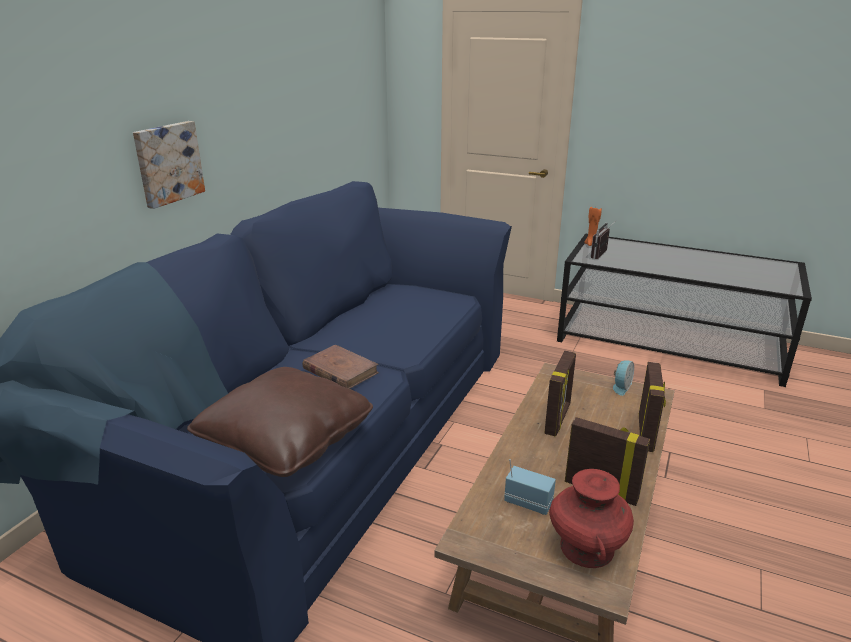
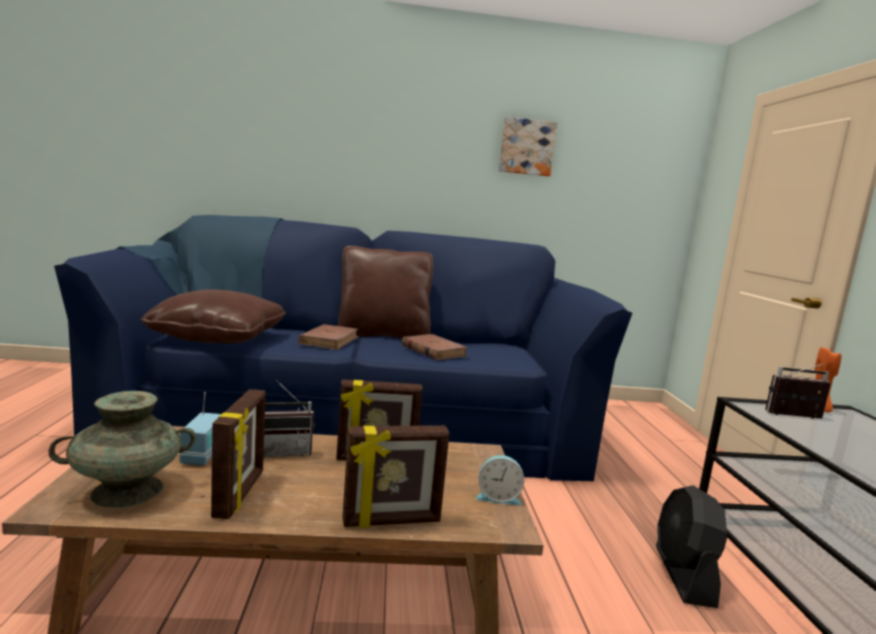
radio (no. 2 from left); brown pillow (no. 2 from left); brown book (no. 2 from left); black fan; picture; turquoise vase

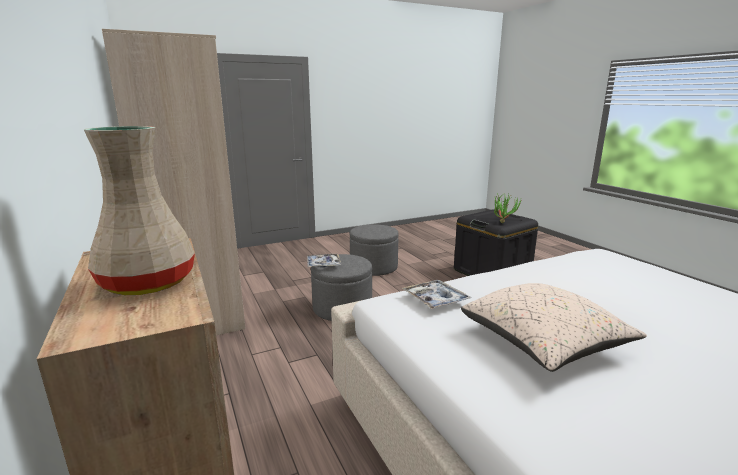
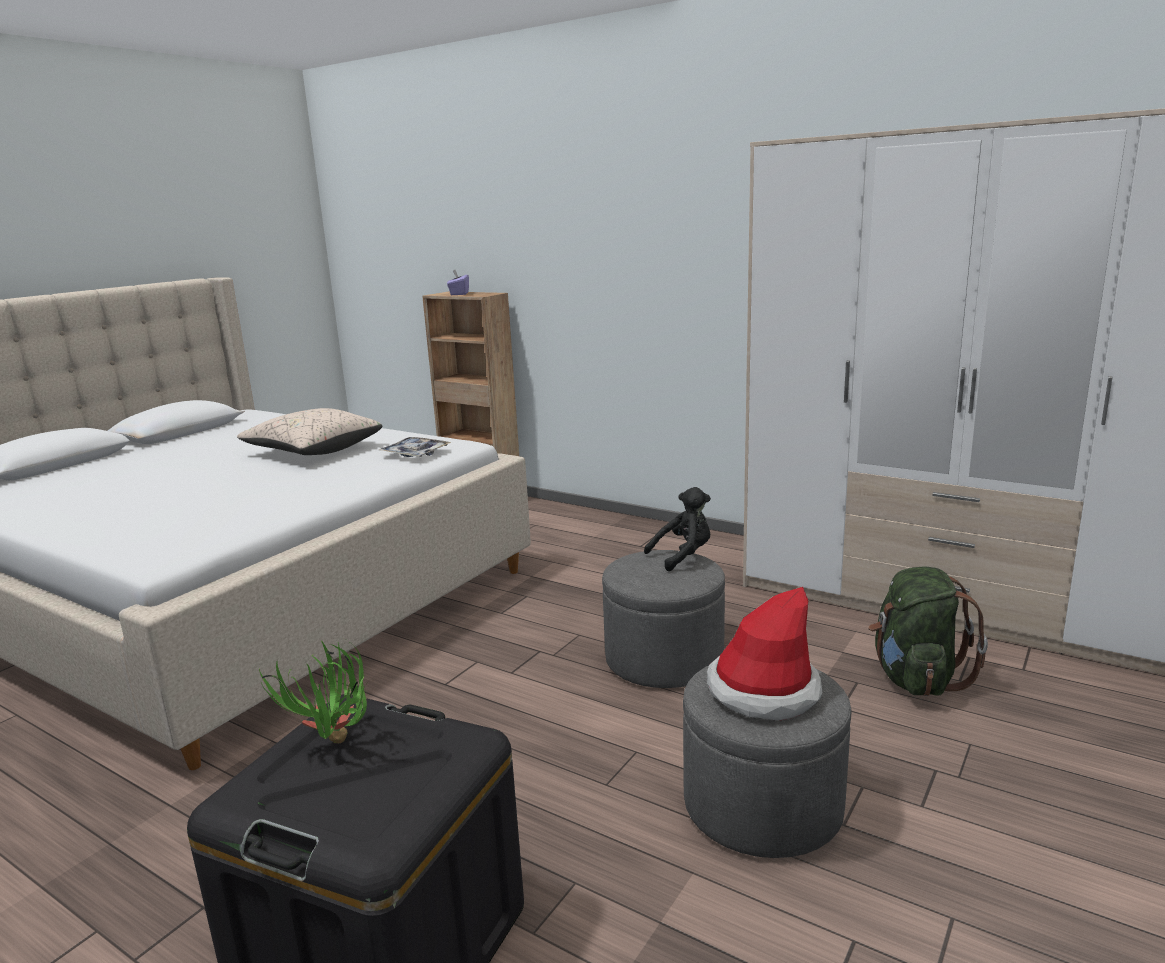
hat; green backpack; purple tissue box; black plush toy

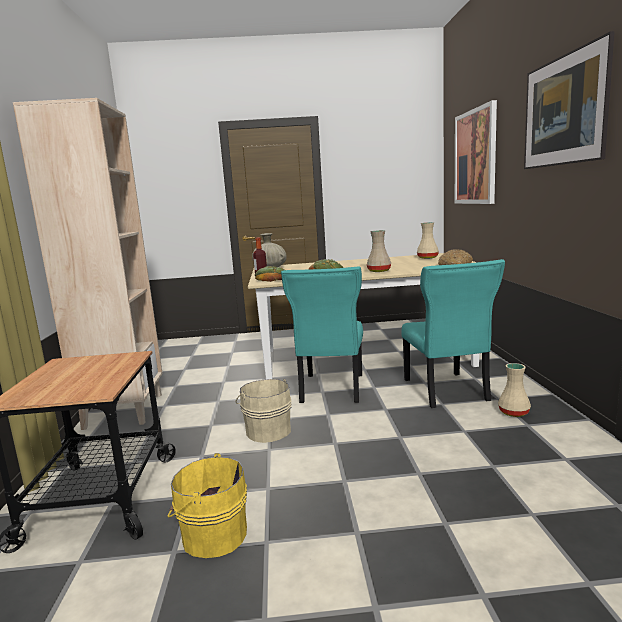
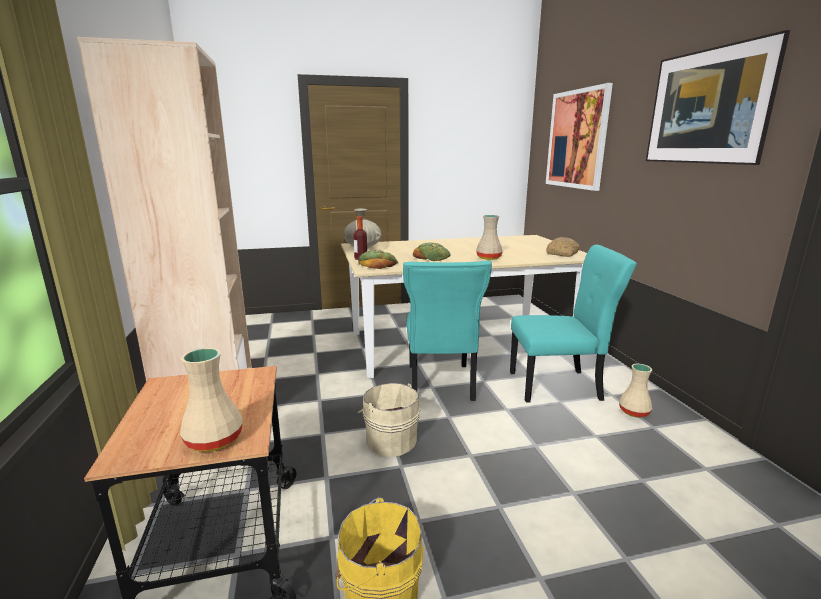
beige vase (no. 1 from left); turquoise chair (no. 2 from left)

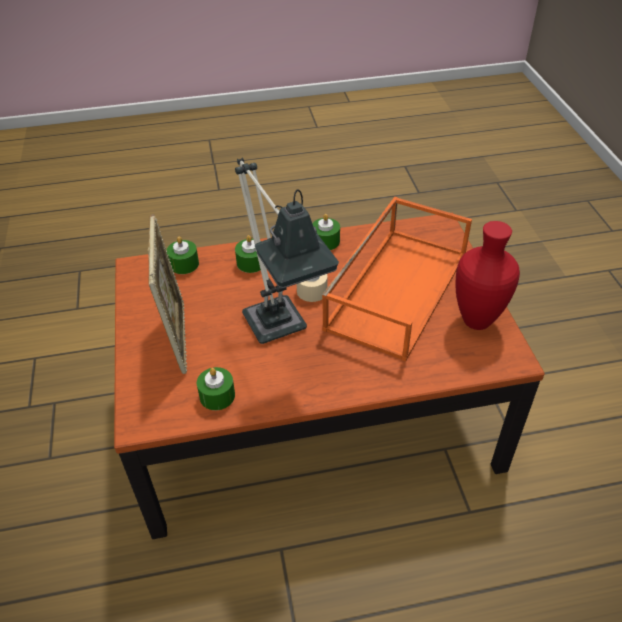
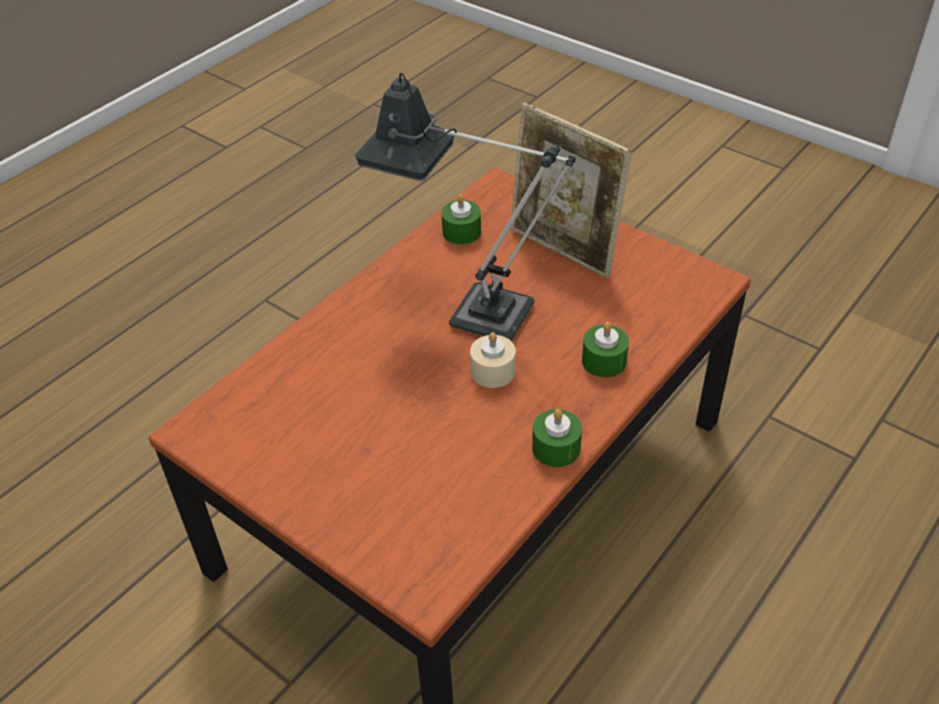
green candle (no. 1 from left in the first image); orange tray; red vase

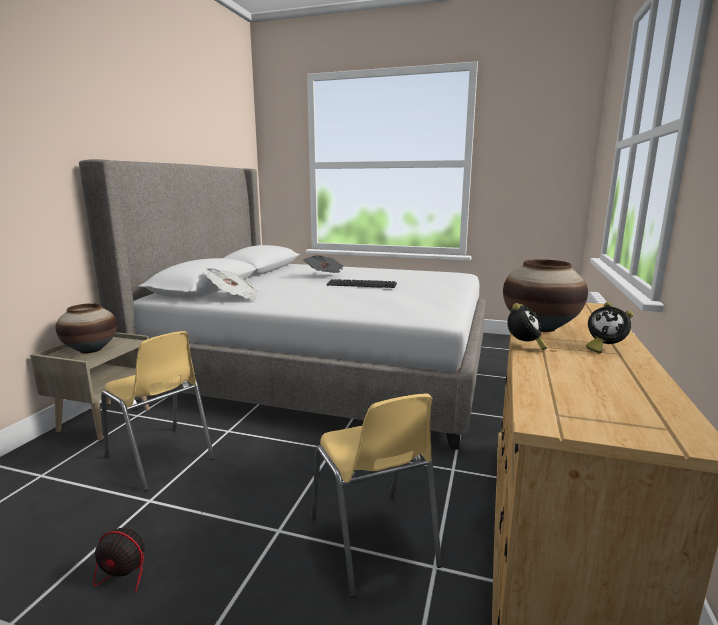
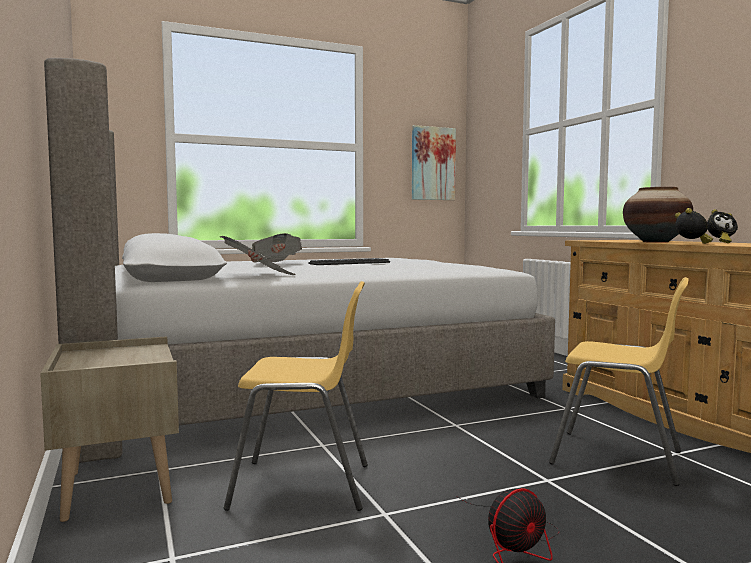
vase (no. 1 from left in the first image); picture

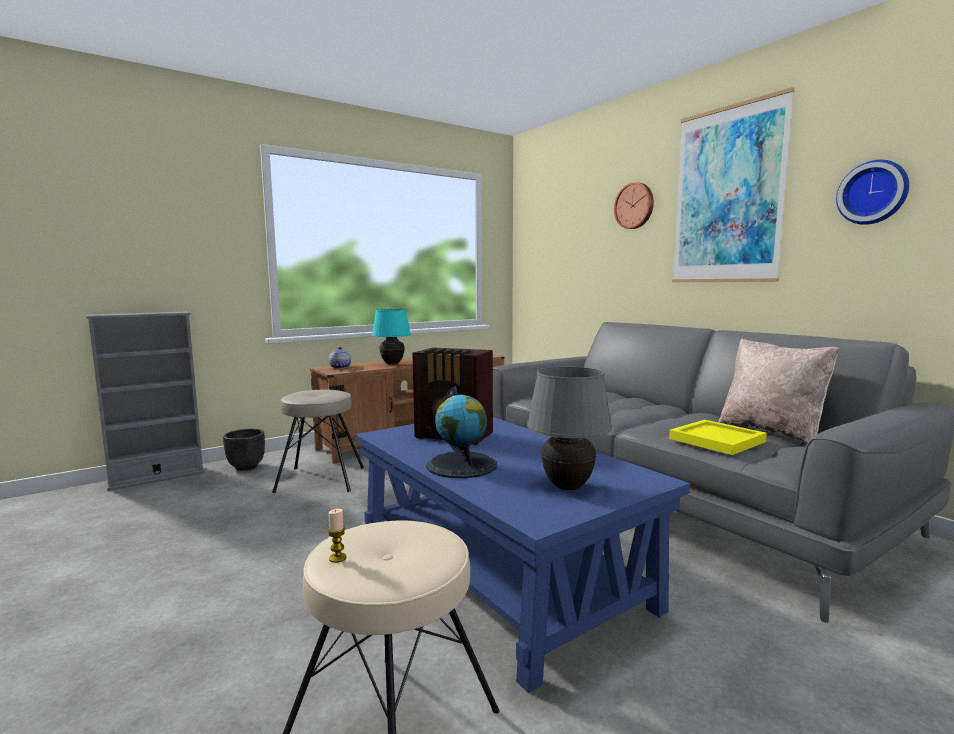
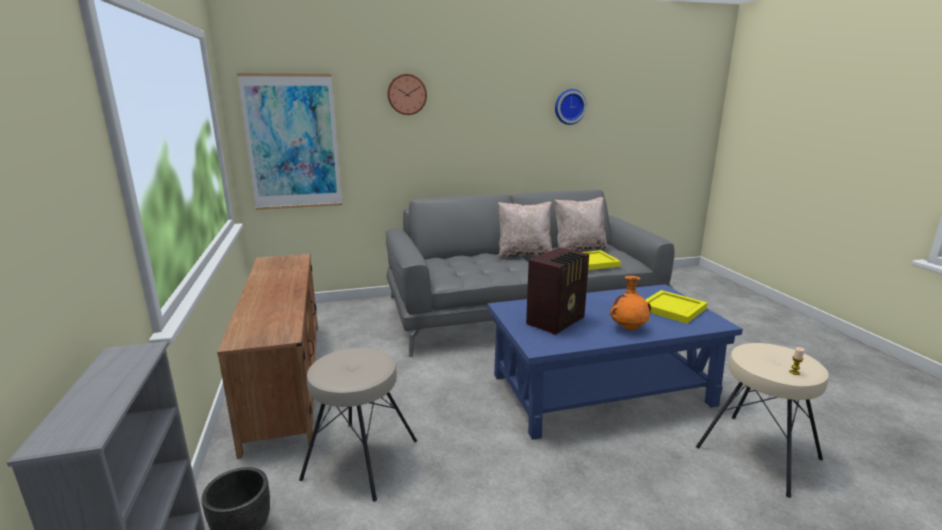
teapot; turquoise table lamp; beige pillow (no. 1 from left); picture; orange vase; yellow tray (no. 2 from left)

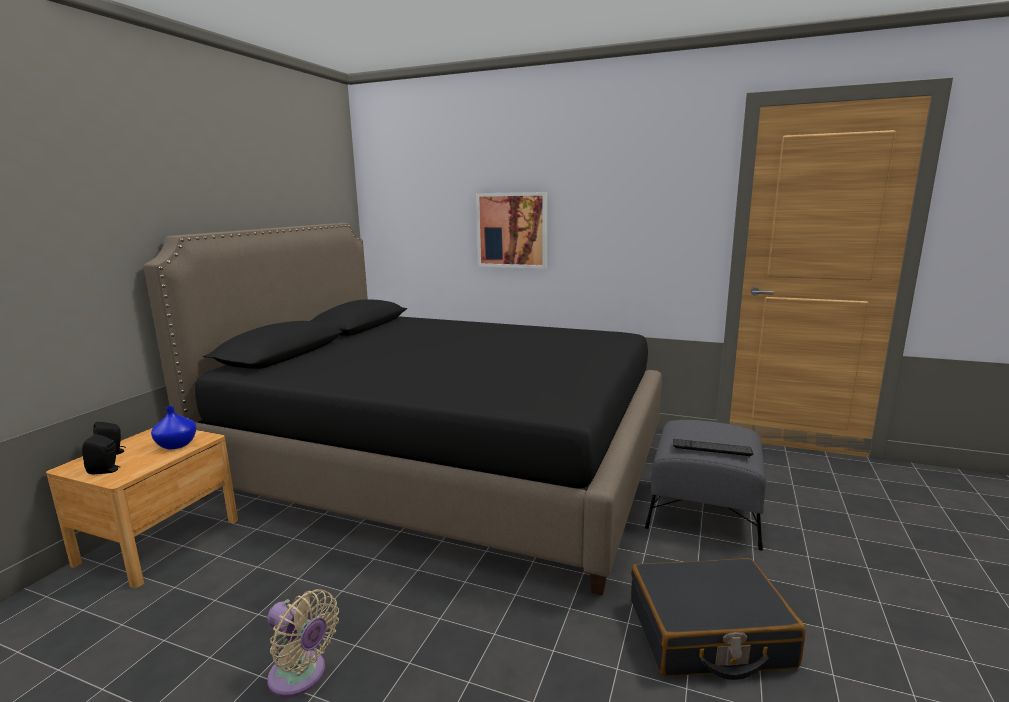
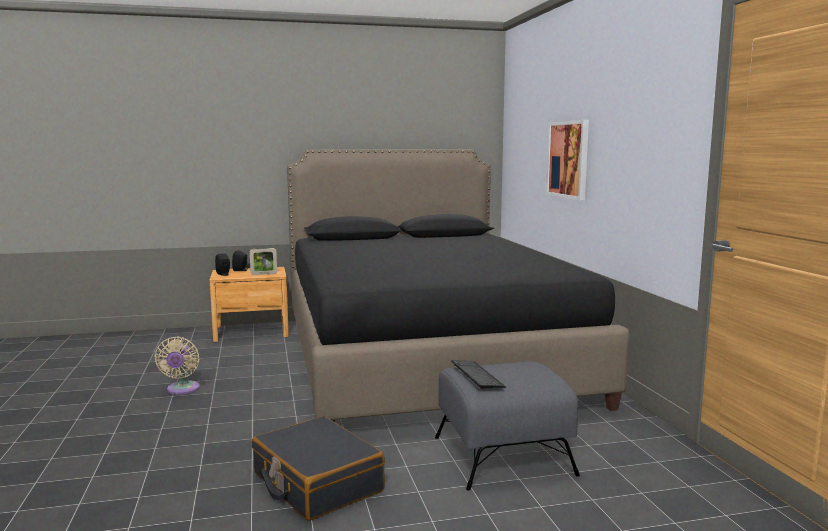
picture frame

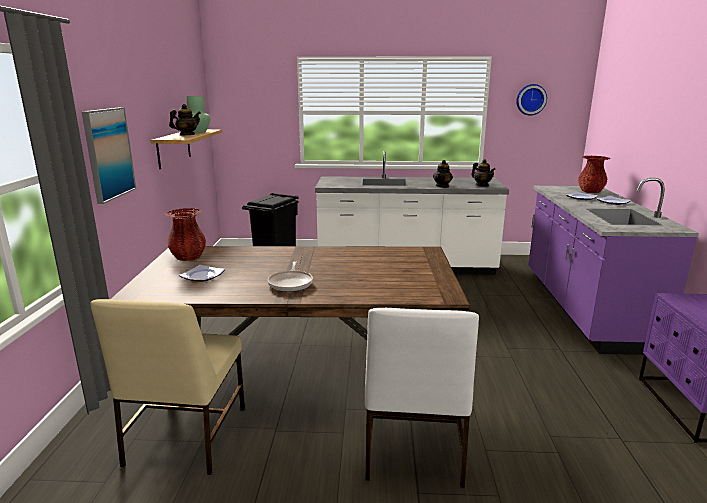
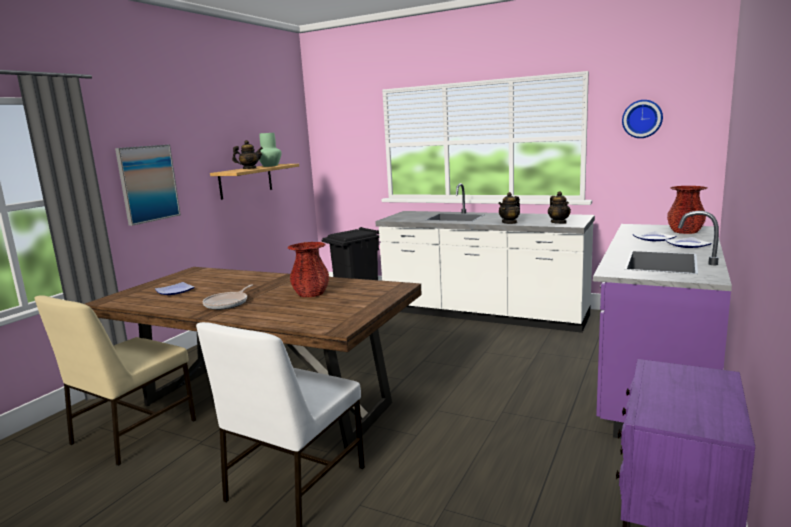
red vase (no. 1 from left)

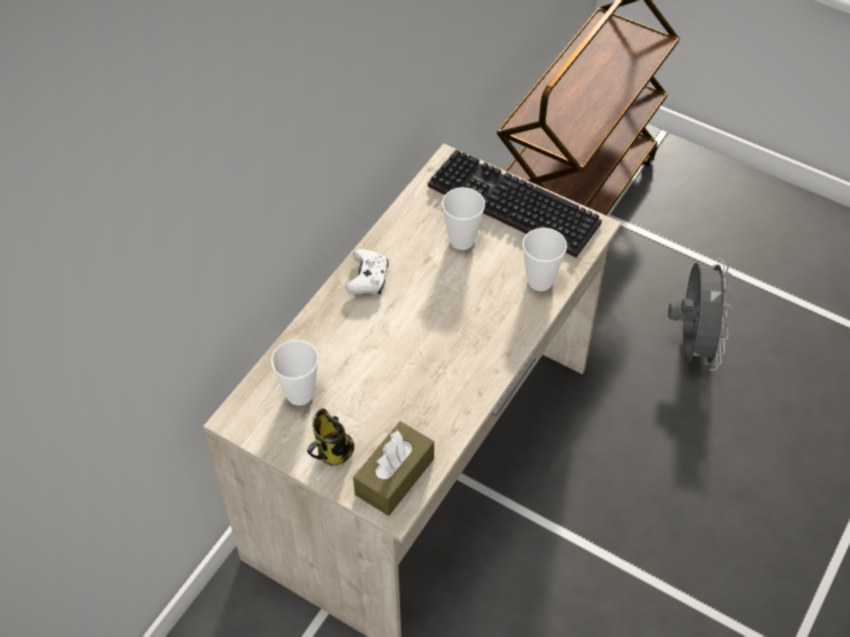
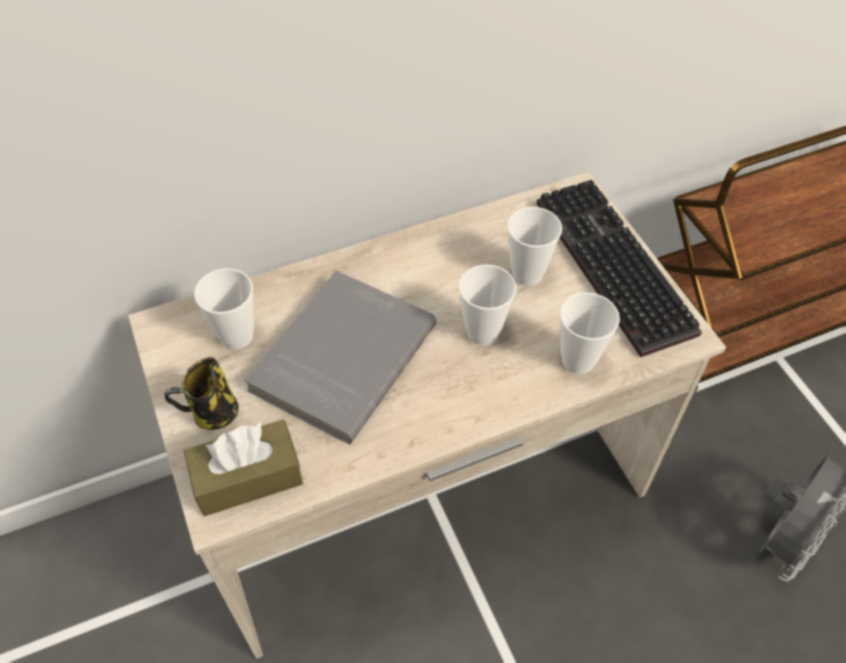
white game controller; grey book; cup (no. 2 from left)

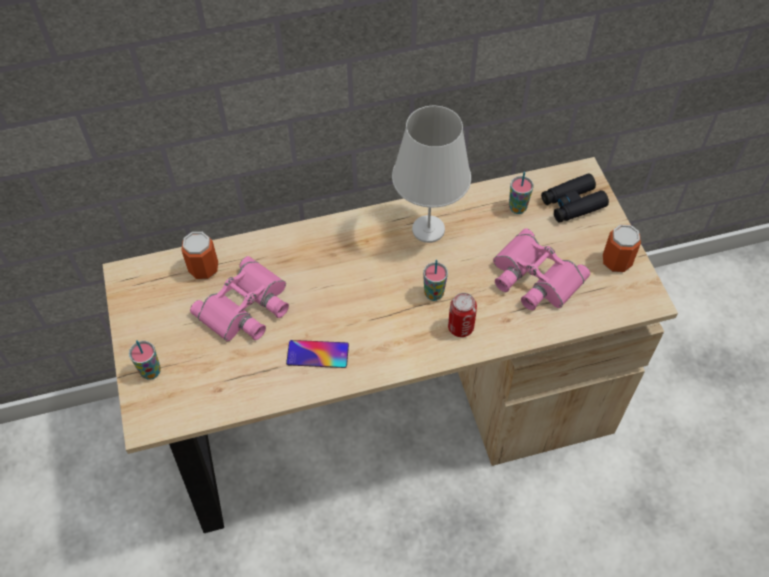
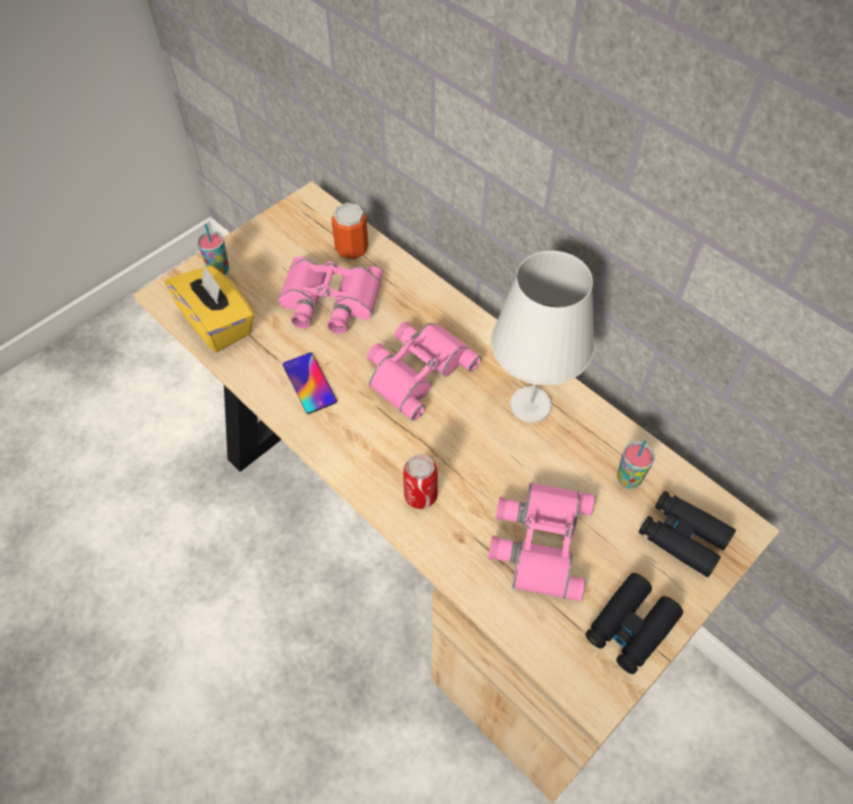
cup (no. 2 from left in the first image); yellow tissue box; pink binoculars (no. 2 from left); black binoculars (no. 1 from left)

